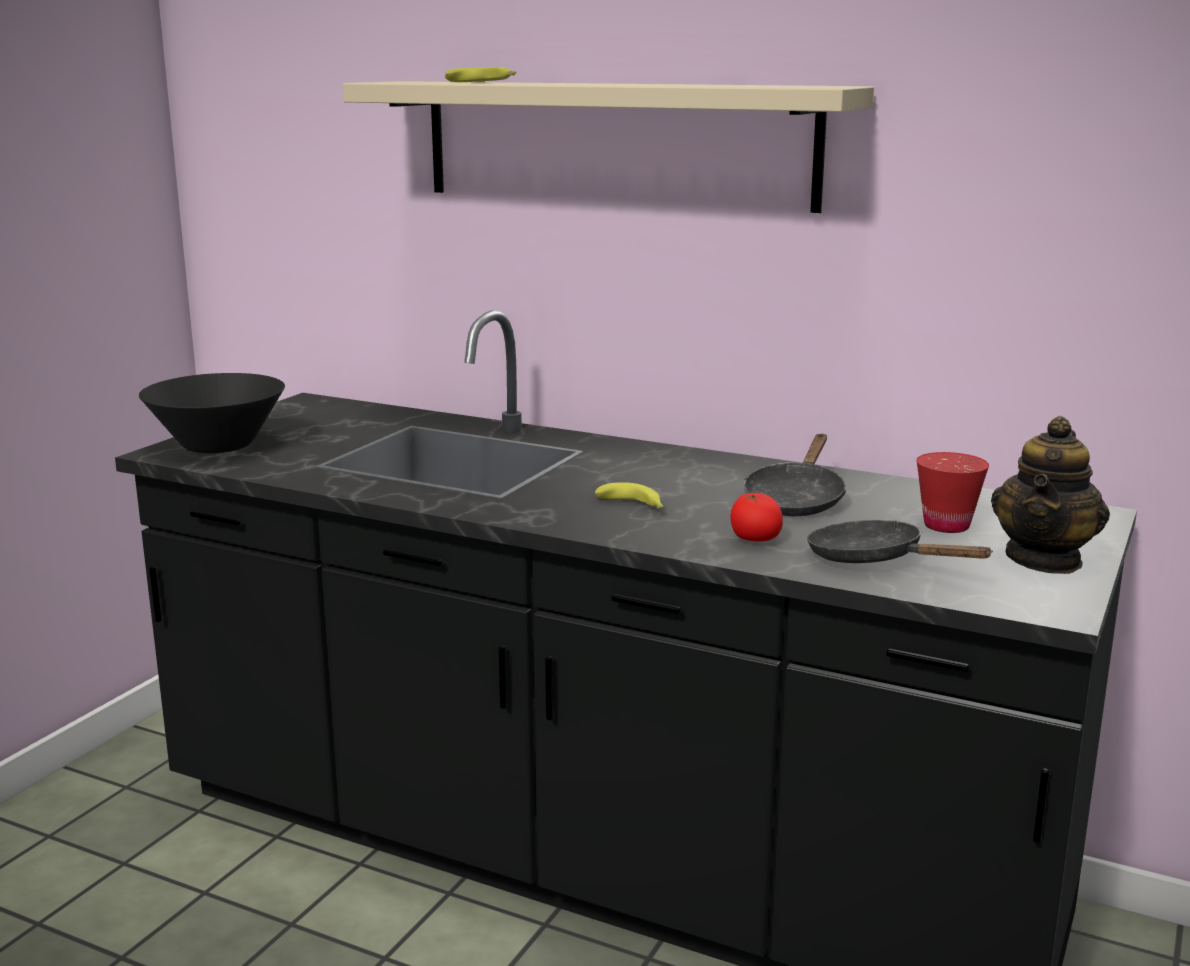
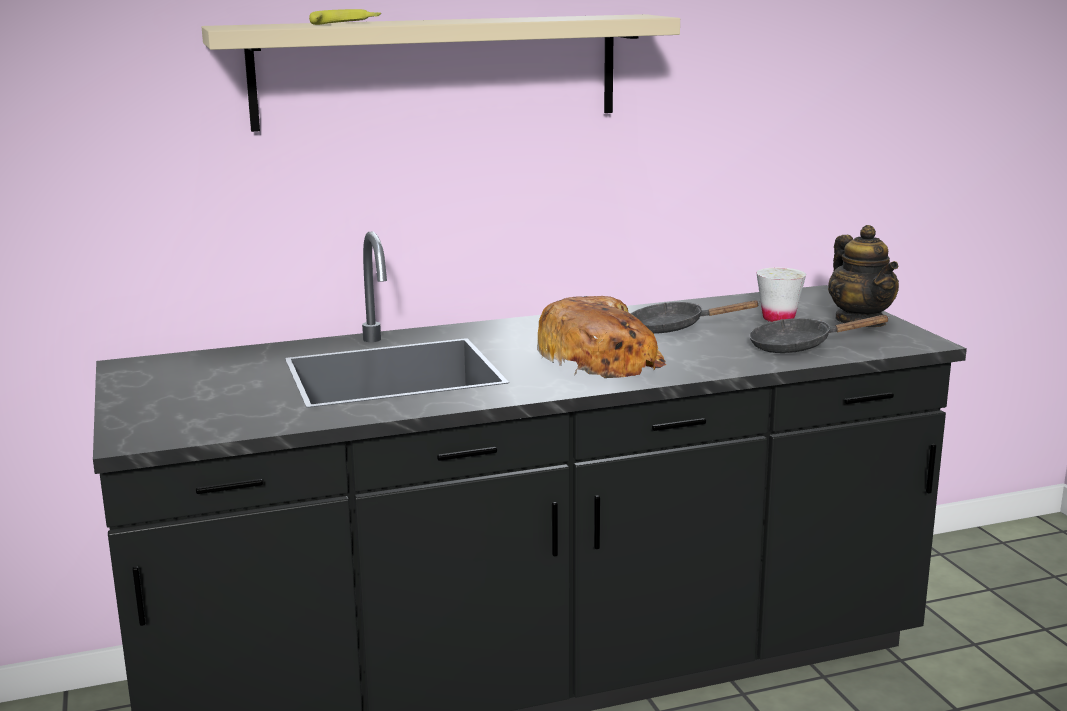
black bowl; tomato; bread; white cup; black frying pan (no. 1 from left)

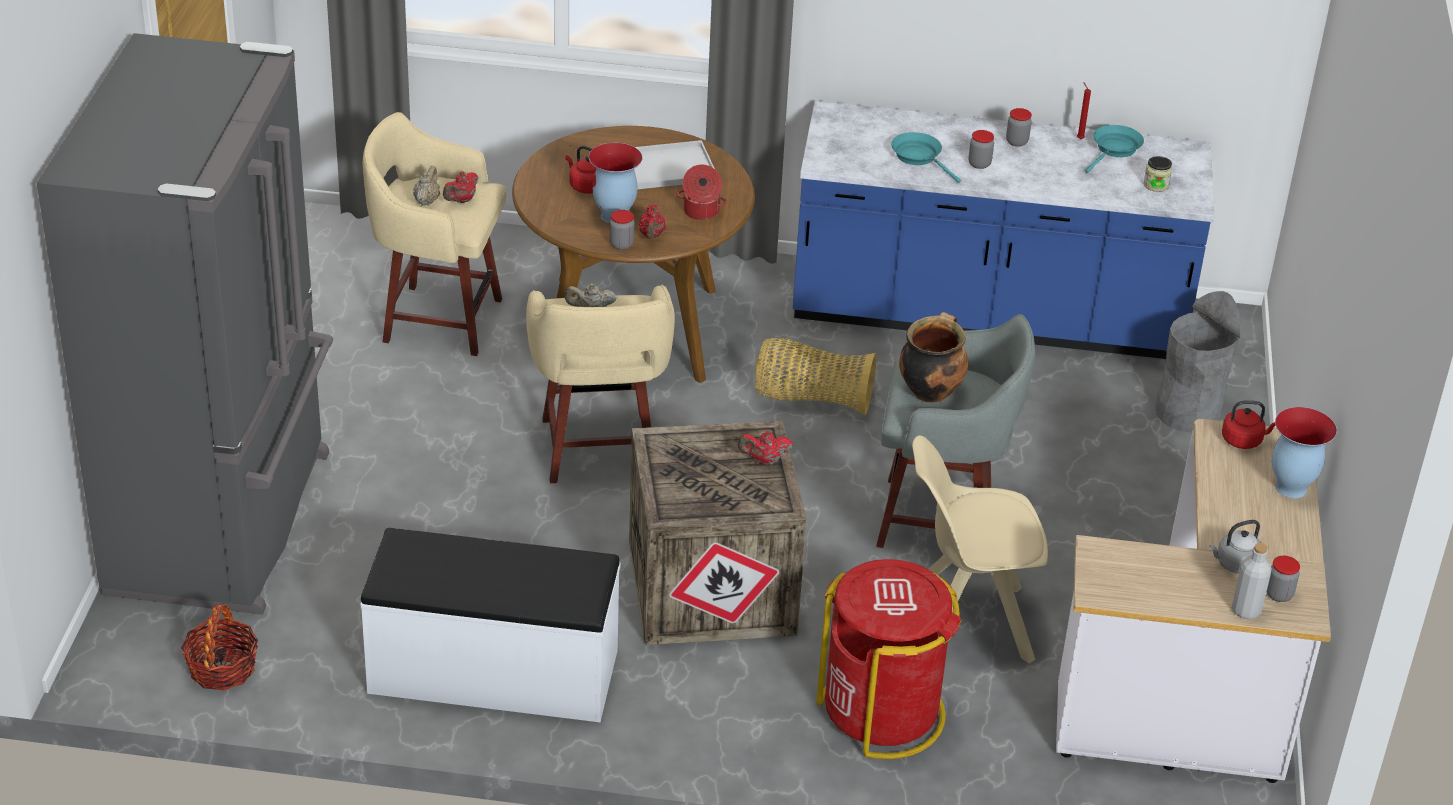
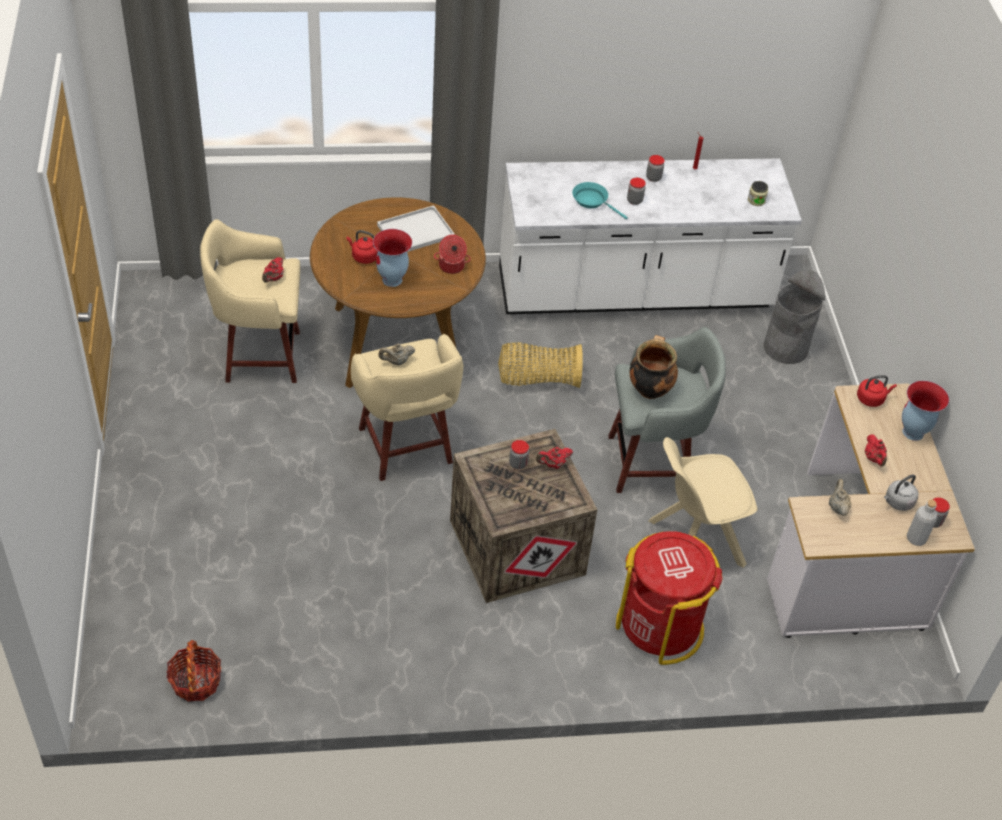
grey fridge; white bench; turquoise frying pan (no. 2 from left in the first image); beige teapot (no. 2 from left); jar (no. 1 from left); red teapot (no. 3 from left); white counter

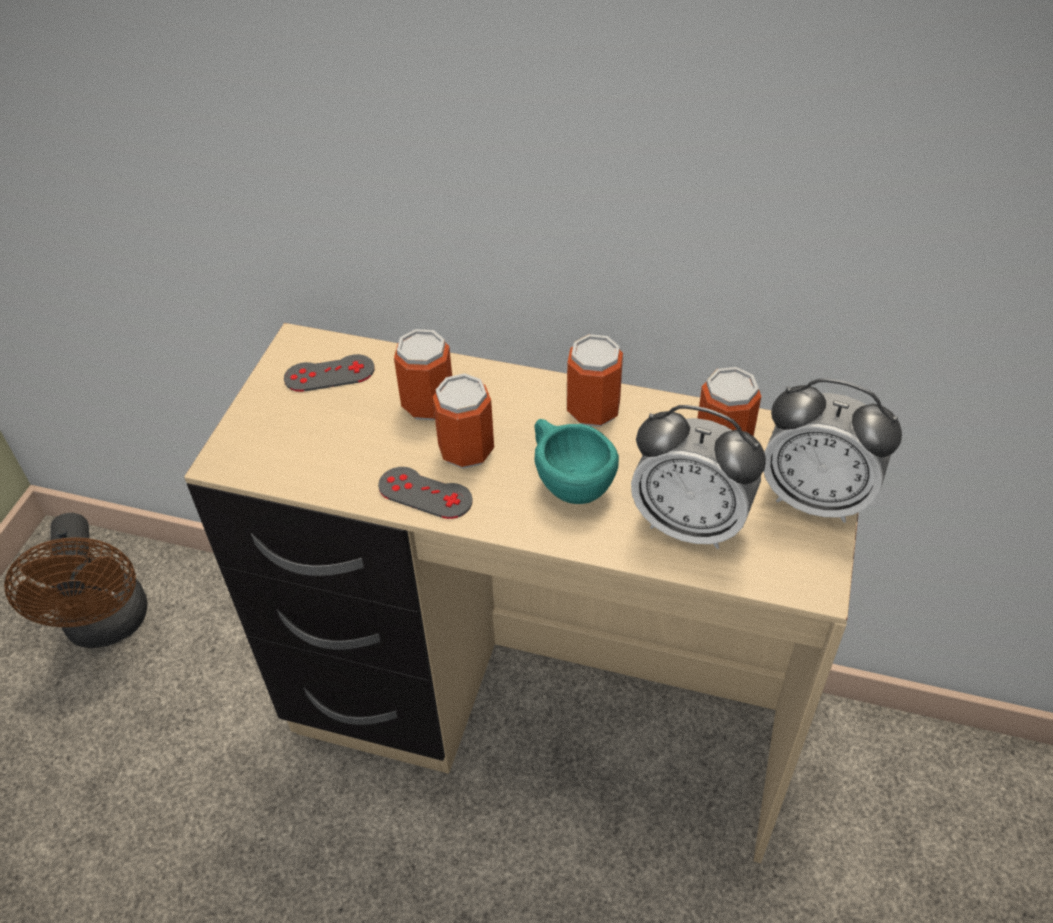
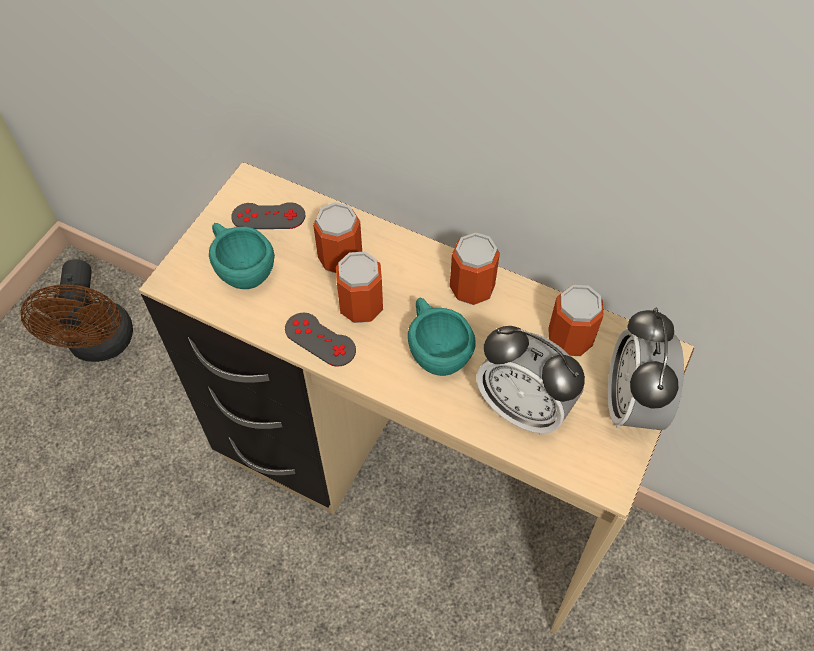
turquoise cup (no. 1 from left); alarm clock (no. 2 from left)

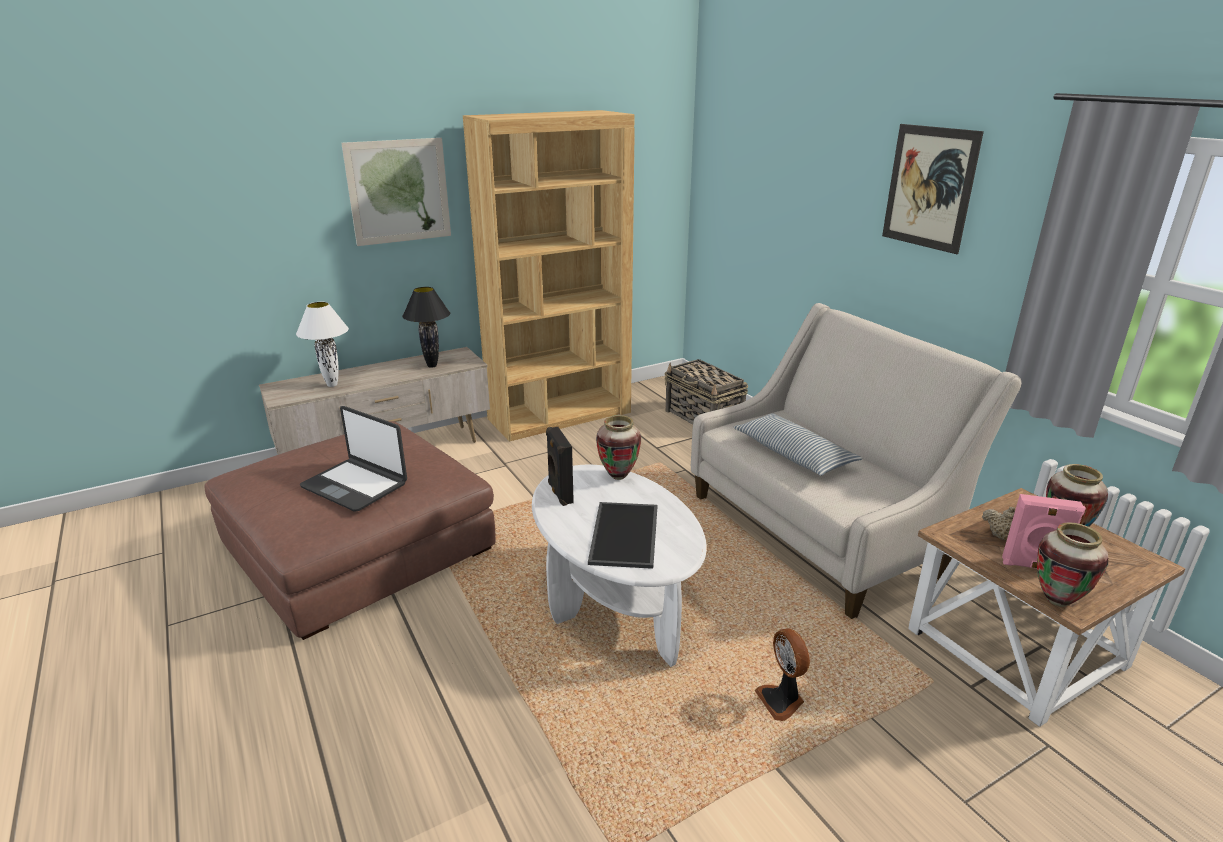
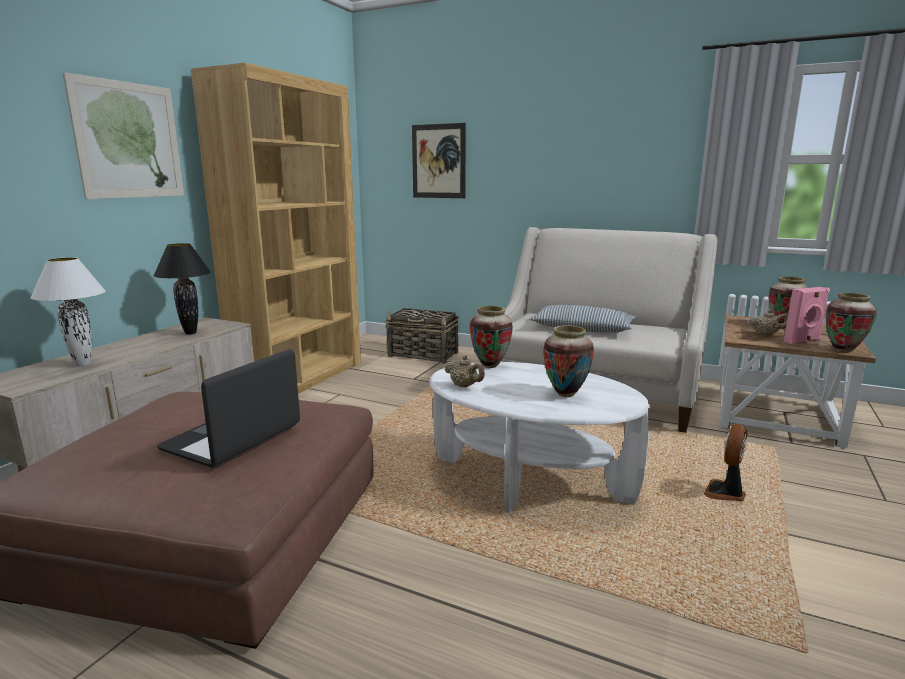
picture (no. 2 from left); beige teapot (no. 1 from left); vase (no. 2 from left); laptop; fan

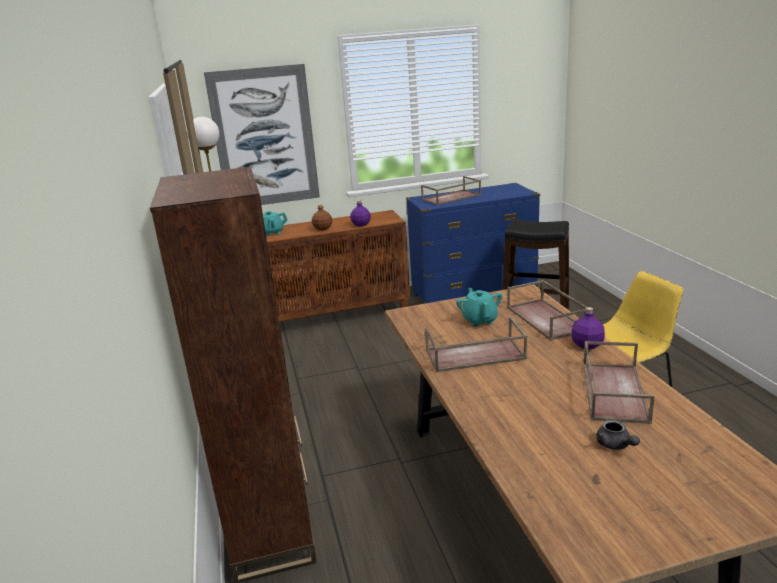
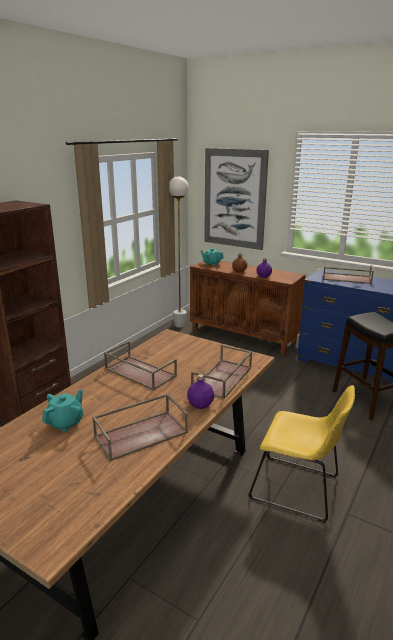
grey teapot; turquoise teapot (no. 1 from left)

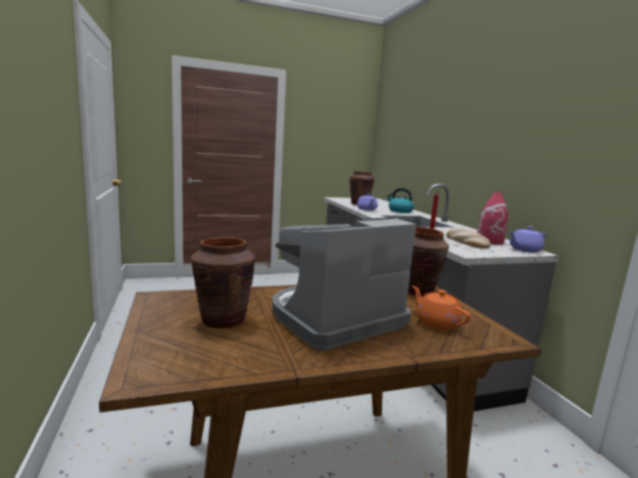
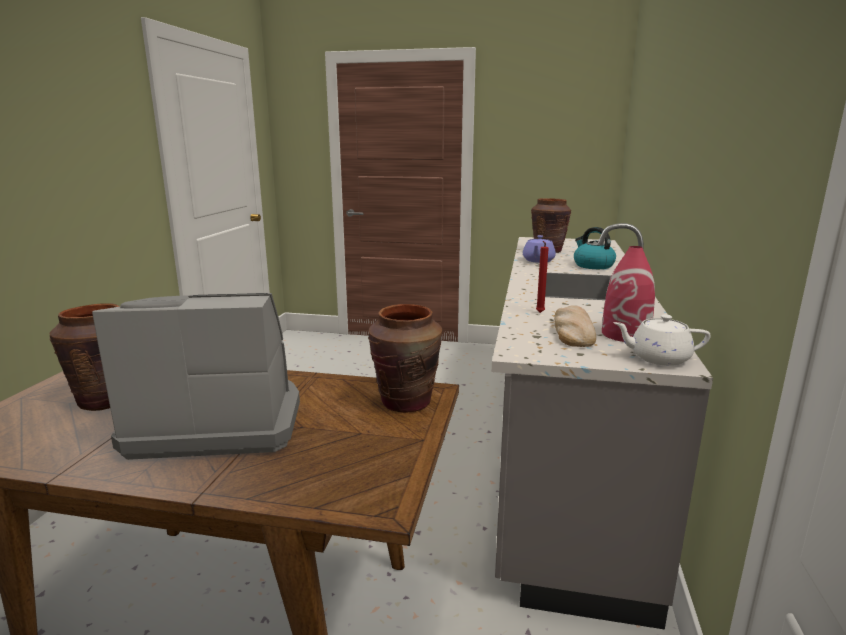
orange teapot; white teapot

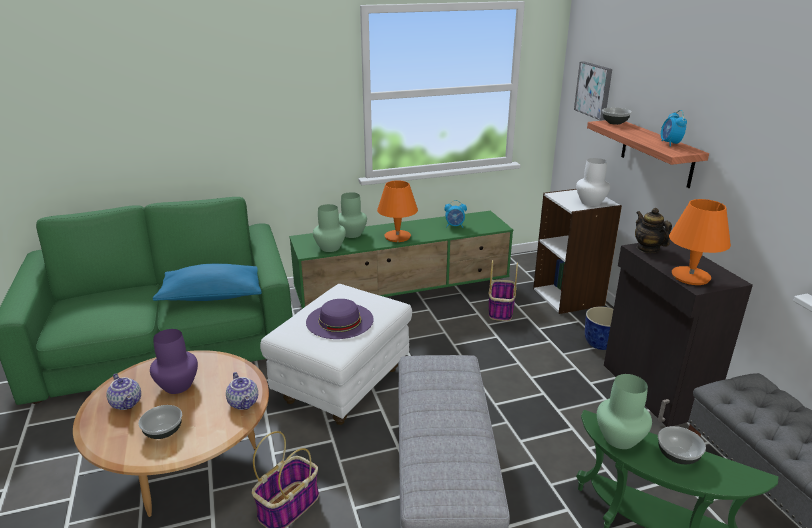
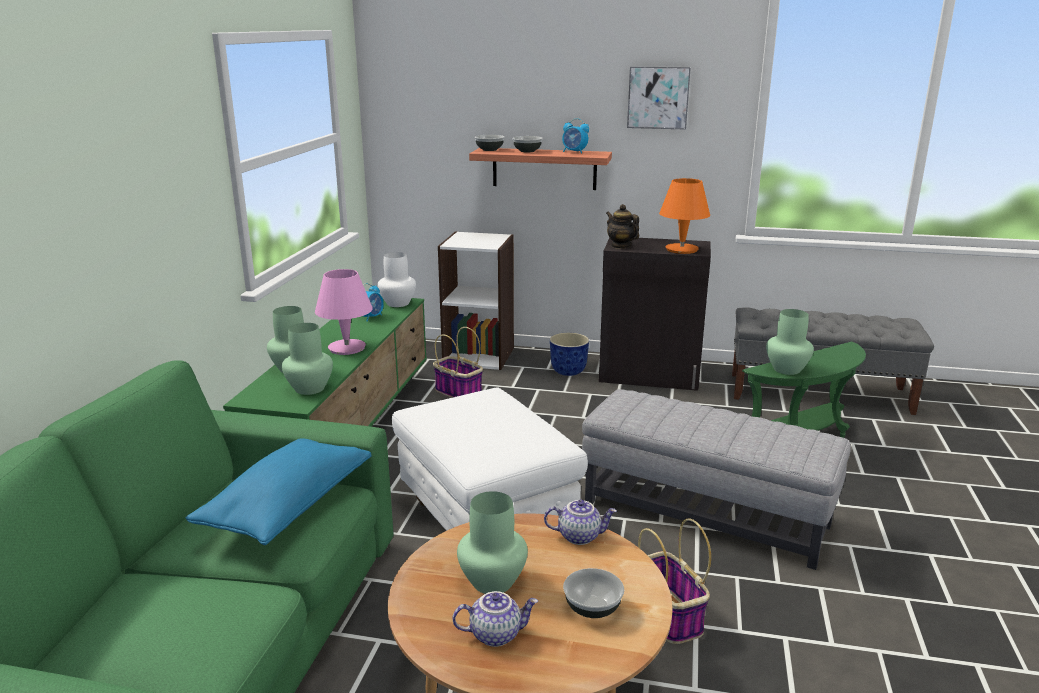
purple hat; picture; white vase; bowl (no. 2 from left); green vase (no. 3 from left); pink table lamp; teapot (no. 3 from left)

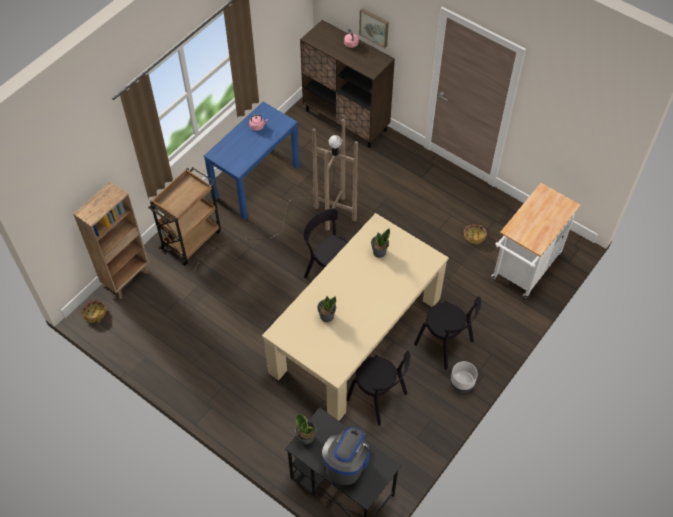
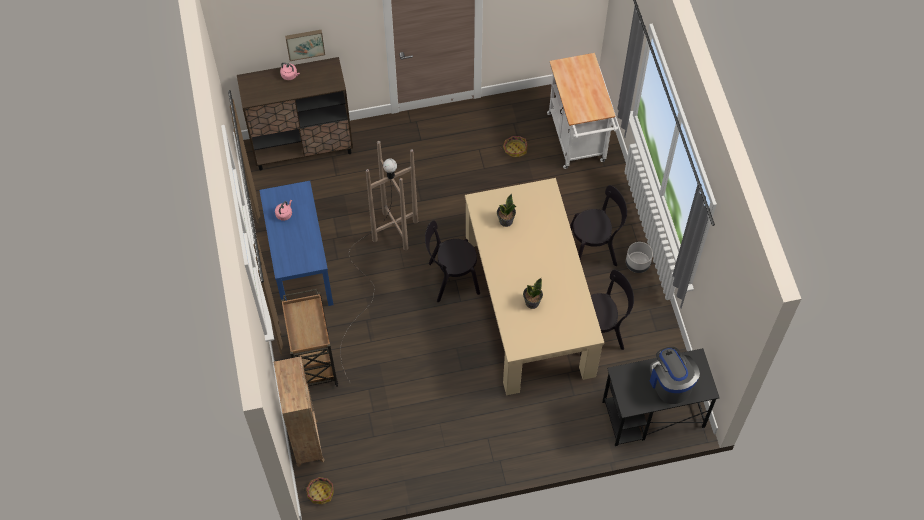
potted plant (no. 1 from left in the first image)

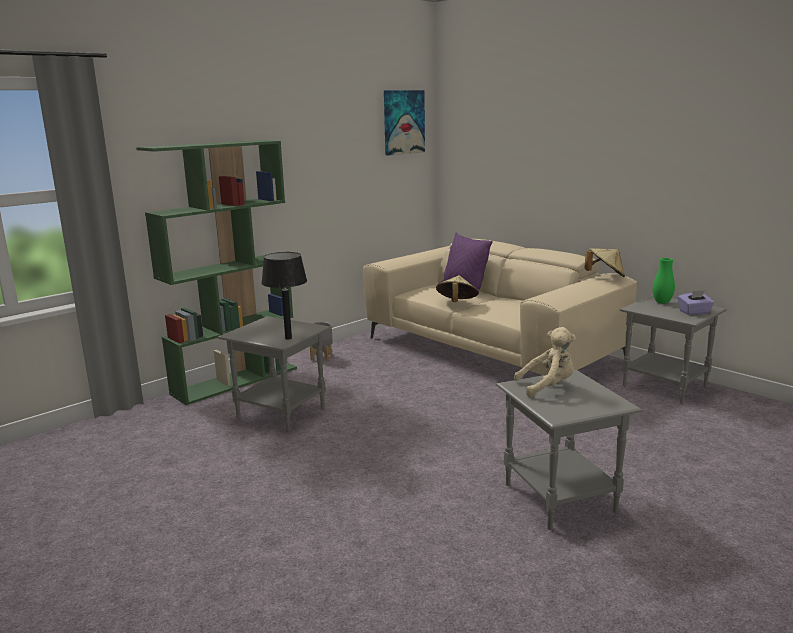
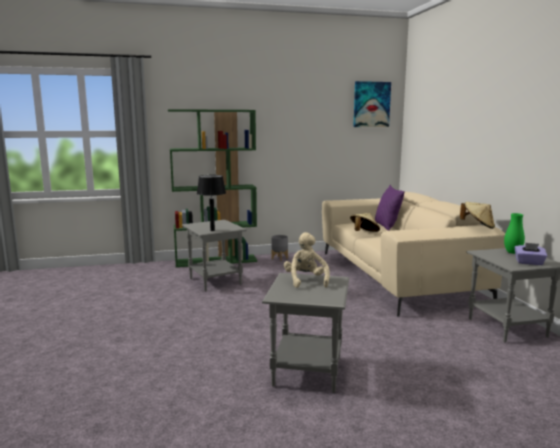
beige plush toy

